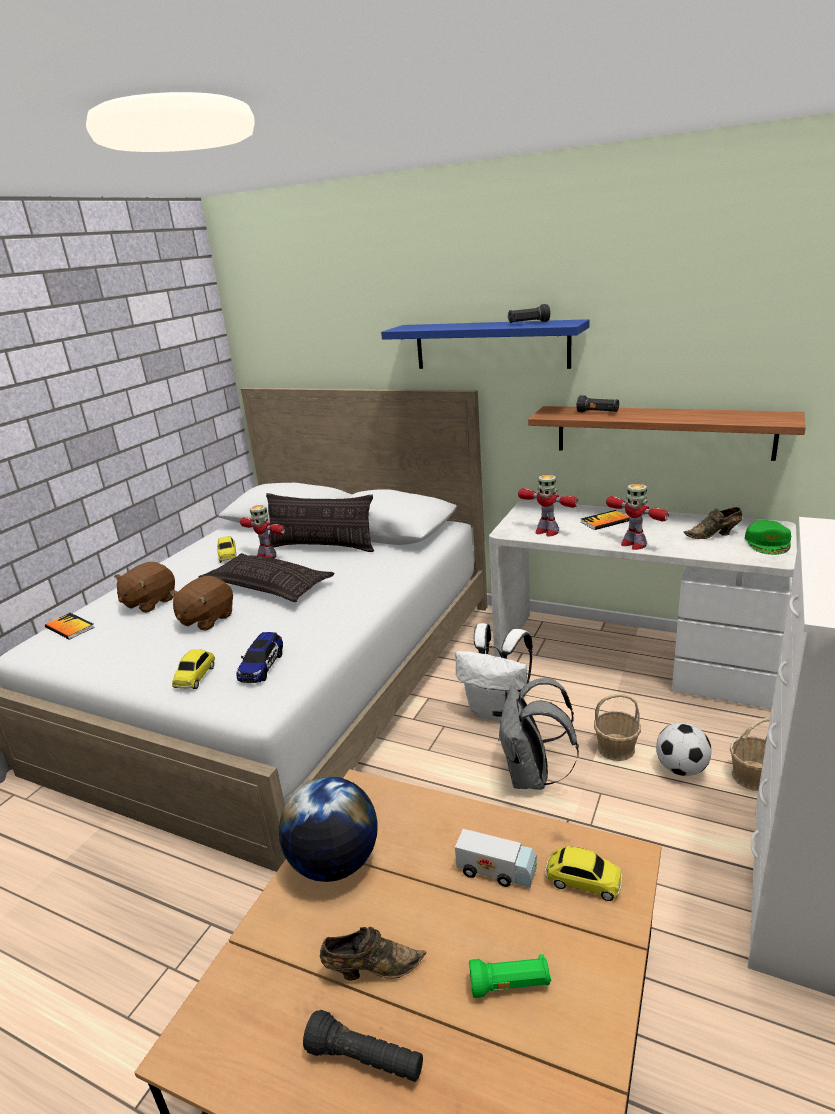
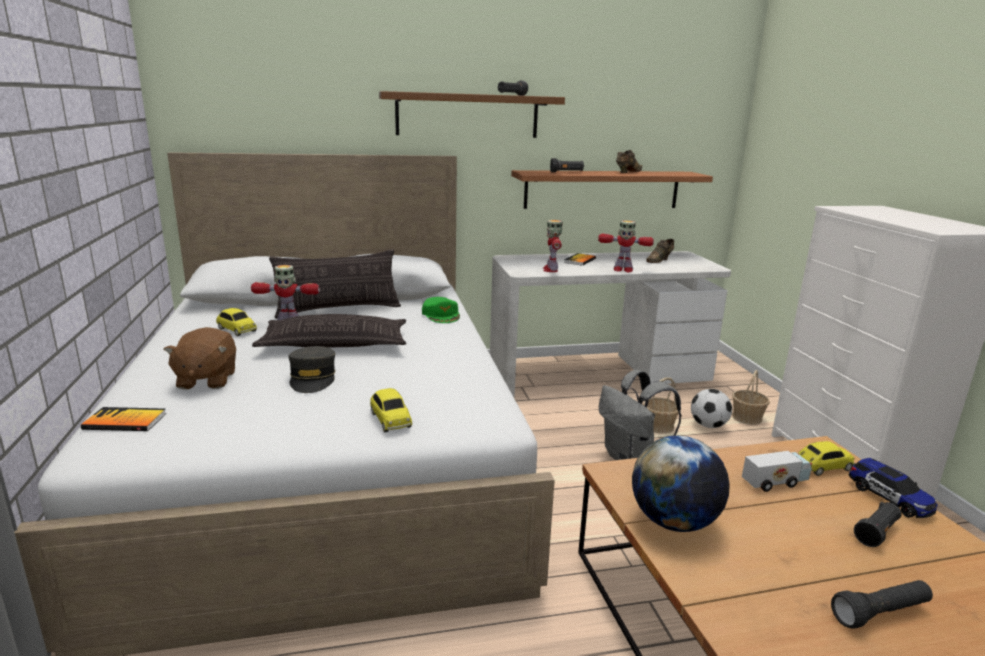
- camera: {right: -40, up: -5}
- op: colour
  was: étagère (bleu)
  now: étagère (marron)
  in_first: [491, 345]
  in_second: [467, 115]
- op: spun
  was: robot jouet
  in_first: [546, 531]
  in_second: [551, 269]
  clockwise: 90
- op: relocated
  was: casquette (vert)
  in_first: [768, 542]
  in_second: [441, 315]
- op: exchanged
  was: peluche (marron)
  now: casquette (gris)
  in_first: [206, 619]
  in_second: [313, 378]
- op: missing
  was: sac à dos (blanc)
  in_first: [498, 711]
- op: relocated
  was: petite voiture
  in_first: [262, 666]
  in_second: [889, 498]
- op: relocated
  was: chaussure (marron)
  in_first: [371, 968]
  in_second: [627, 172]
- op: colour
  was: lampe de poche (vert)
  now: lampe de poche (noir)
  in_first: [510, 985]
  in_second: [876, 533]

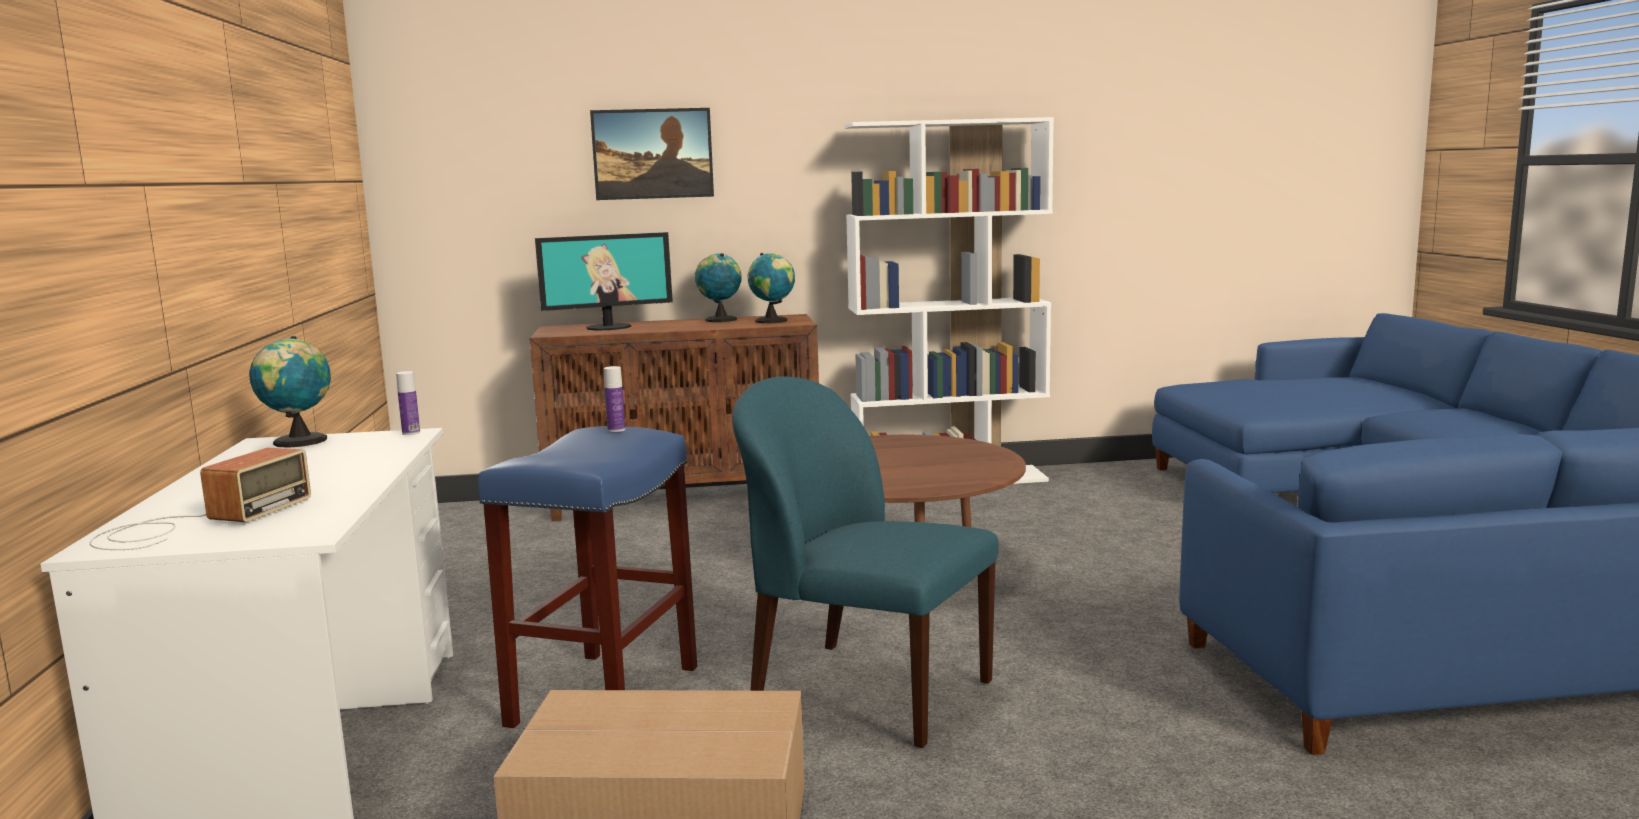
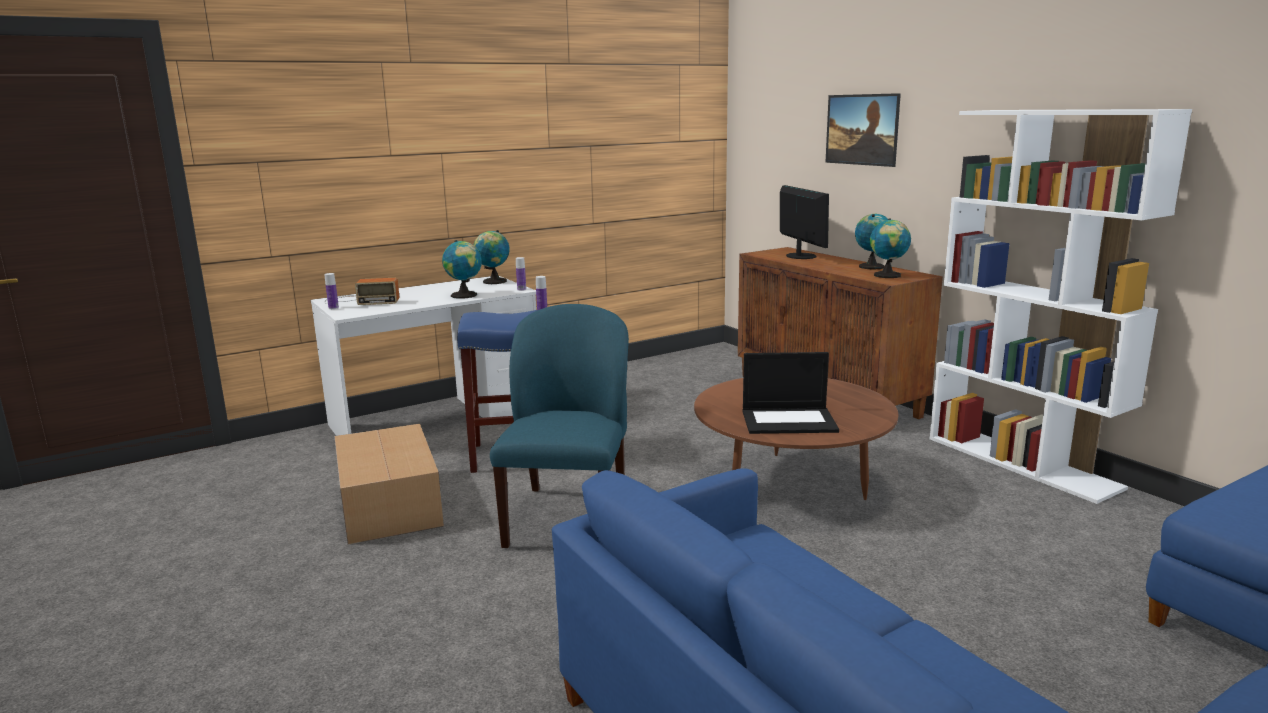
- camera: {right: 65, up: 5}
- op: spun
  was: écran d'ordinateur
  in_first: [608, 327]
  in_second: [800, 256]
  clockwise: -150
- op: appeared
  now: globe
  in_second: [465, 295]
- op: appeared
  now: bouteille
  in_second: [333, 308]
- op: appeared
  now: ordinateur portable
  in_second: [789, 421]

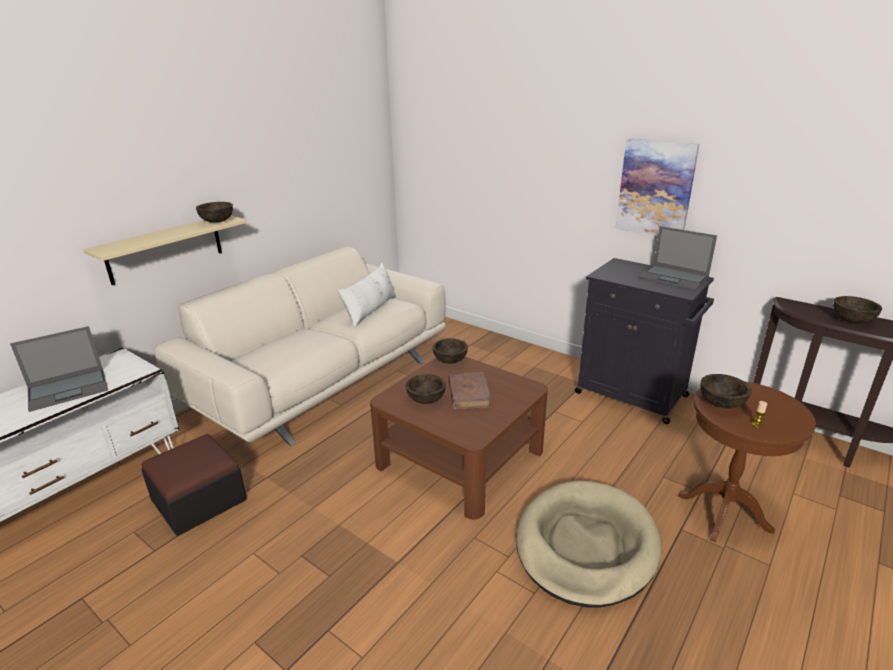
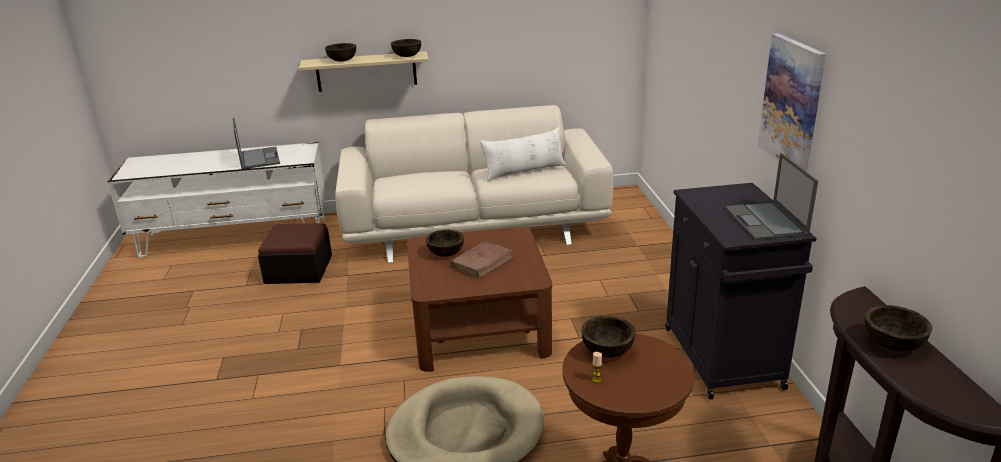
- camera: {right: 45, up: 0}
- op: spun
  was: ordinateur portable
  in_first: [69, 389]
  in_second: [259, 158]
  clockwise: -120
- op: relocated
  was: bol (marron)
  in_first: [450, 360]
  in_second: [342, 60]

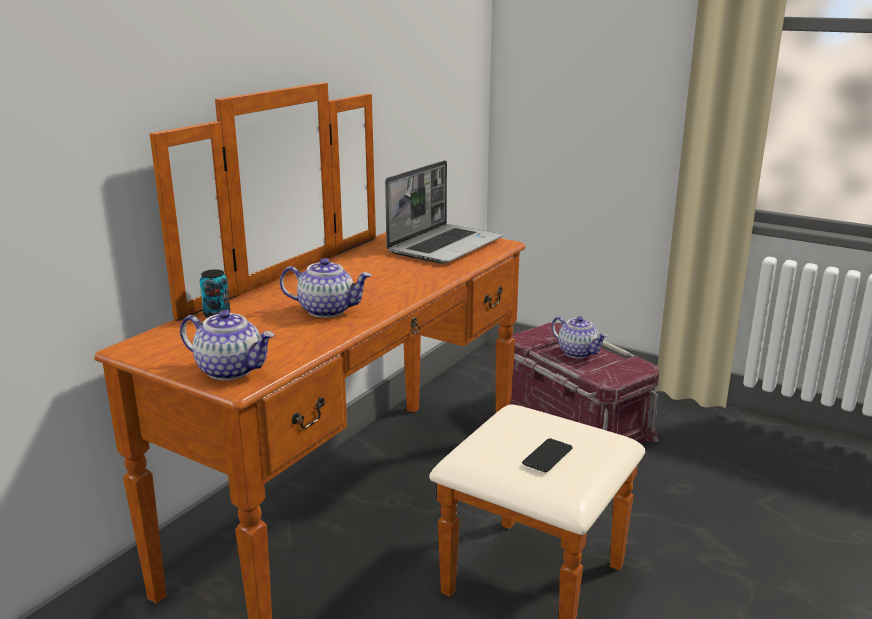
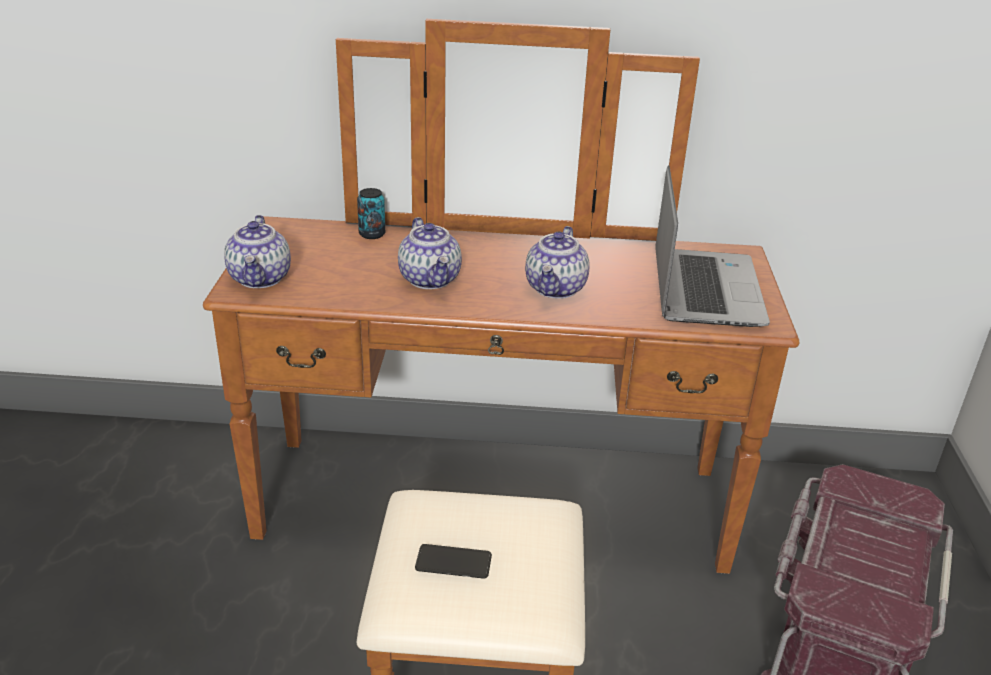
- camera: {right: 60, up: 10}
- op: spun
  was: ordinateur portable
  in_first: [445, 245]
  in_second: [703, 289]
  clockwise: -90
- op: relocated
  was: théière
  in_first: [578, 352]
  in_second: [556, 289]

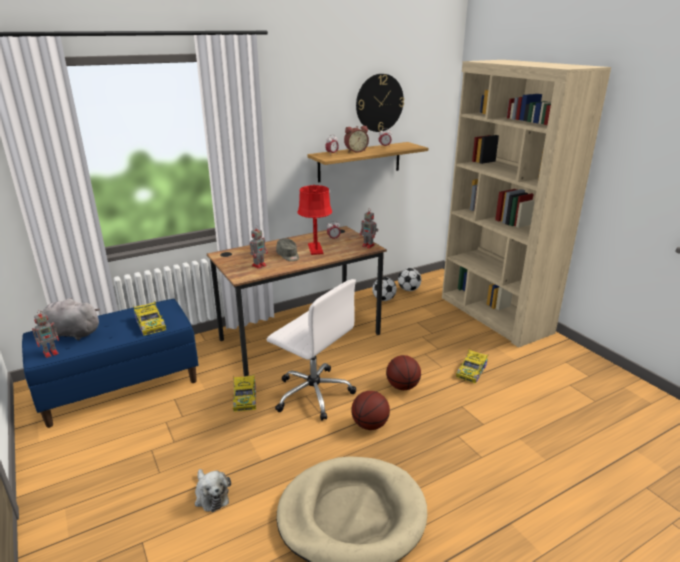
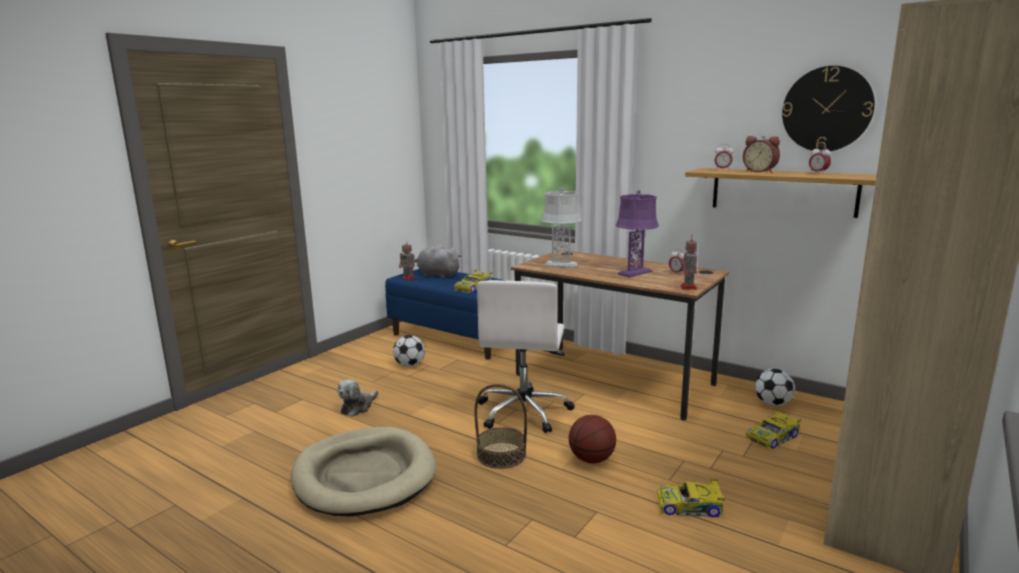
- camera: {right: 65, up: -10}
- op: colour
  was: lampe de table (rouge)
  now: lampe de table (violet)
  in_first: [315, 249]
  in_second: [635, 273]
- op: exchanged
  was: robot jouet
  now: lampe de table (gris)
  in_first: [259, 265]
  in_second: [561, 265]
- op: missing
  was: casquette (gris)
  in_first: [288, 256]
- op: relocated
  was: ballon de foot
  in_first: [408, 290]
  in_second: [410, 365]
- op: spun
  was: peluche (gris)
  in_first: [71, 333]
  in_second: [437, 275]
  clockwise: -45
- op: relocated
  was: petite voiture
  in_first: [245, 398]
  in_second: [773, 437]
- op: exchanged
  was: ballon de basket
  now: panier
  in_first: [370, 425]
  in_second: [501, 455]

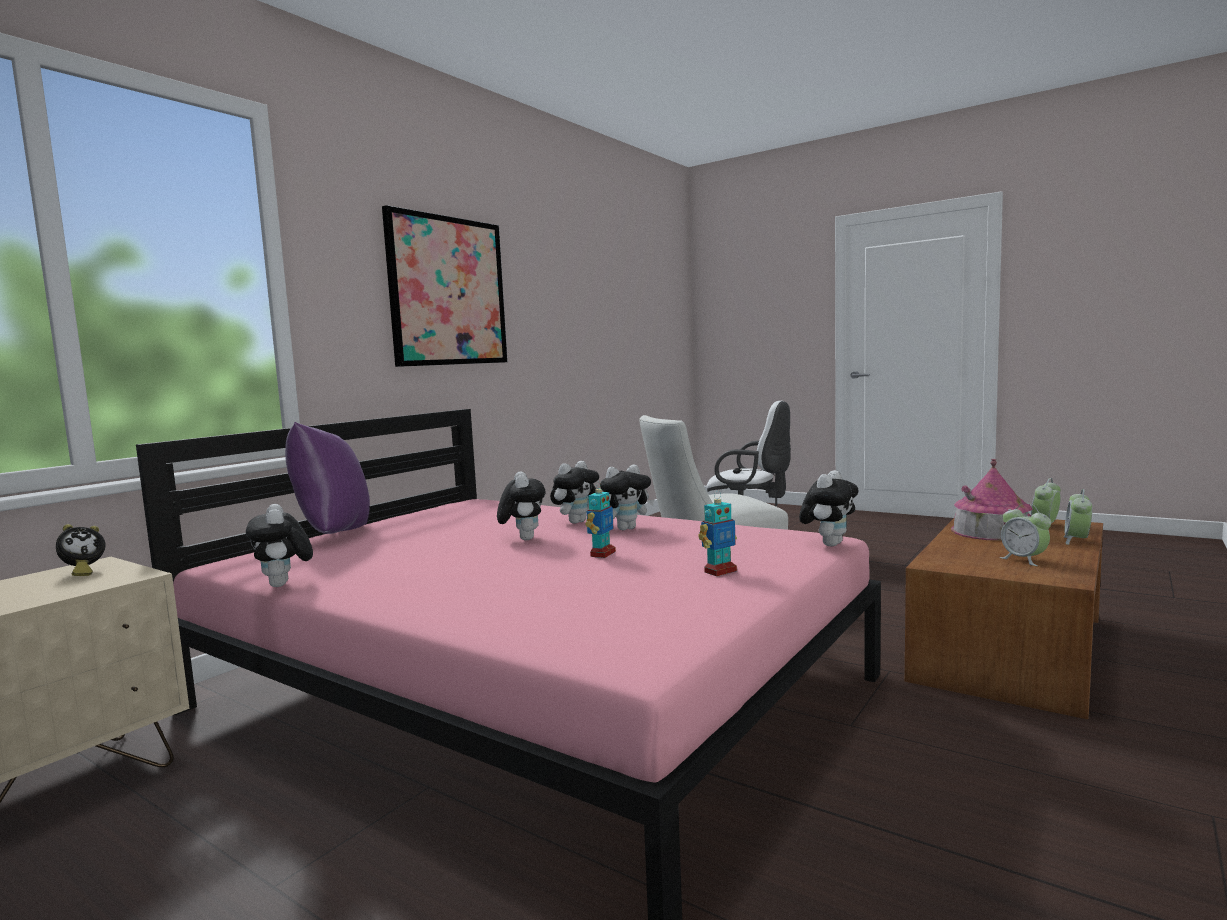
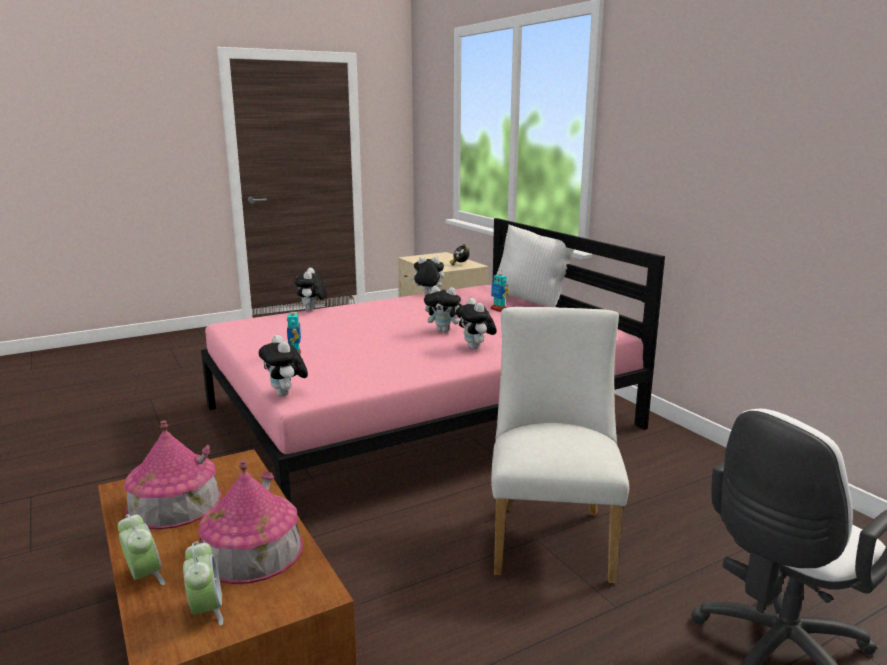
- camera: {right: 115, up: 10}
- op: missing
  was: tableau
  in_first: [448, 291]
- op: colour
  was: coussin (violet)
  now: coussin (blanc)
  in_first: [332, 534]
  in_second: [532, 301]
- op: relocated
  was: peluche
  in_first: [626, 528]
  in_second: [312, 310]
- op: relocated
  was: robot jouet
  in_first: [602, 554]
  in_second: [498, 309]
- op: exchanged
  was: réveil
  now: maison miniature
  in_first: [1024, 560]
  in_second: [174, 503]

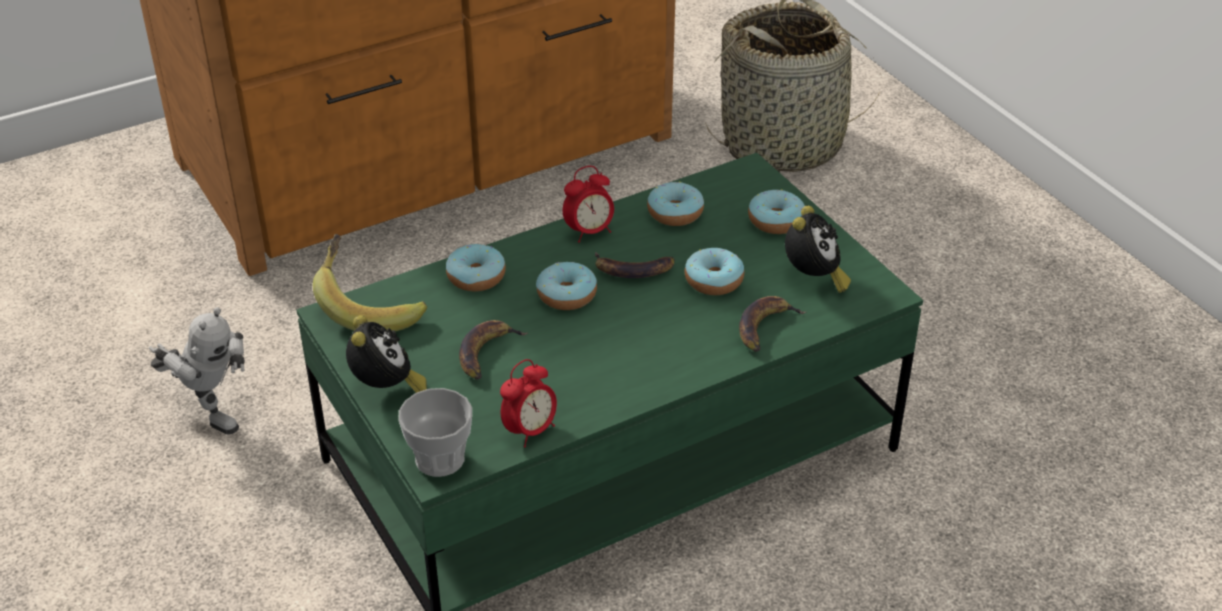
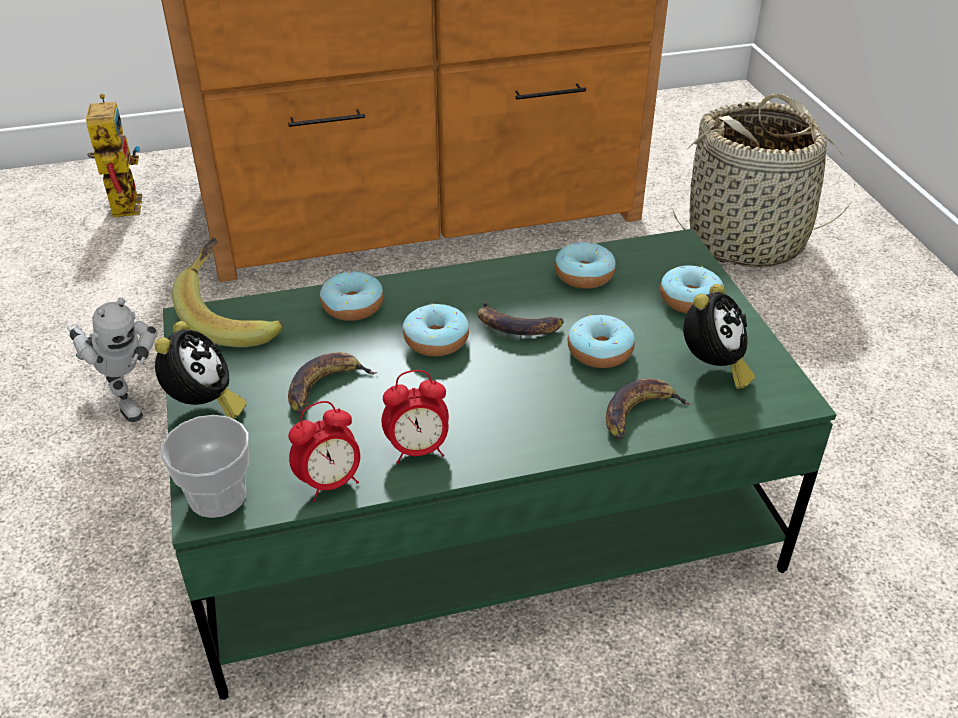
- camera: {right: 15, up: 0}
- op: relocated
  was: réveil
  in_first: [589, 232]
  in_second: [418, 450]
- op: appeared
  now: robot jouet
  in_second: [123, 201]

